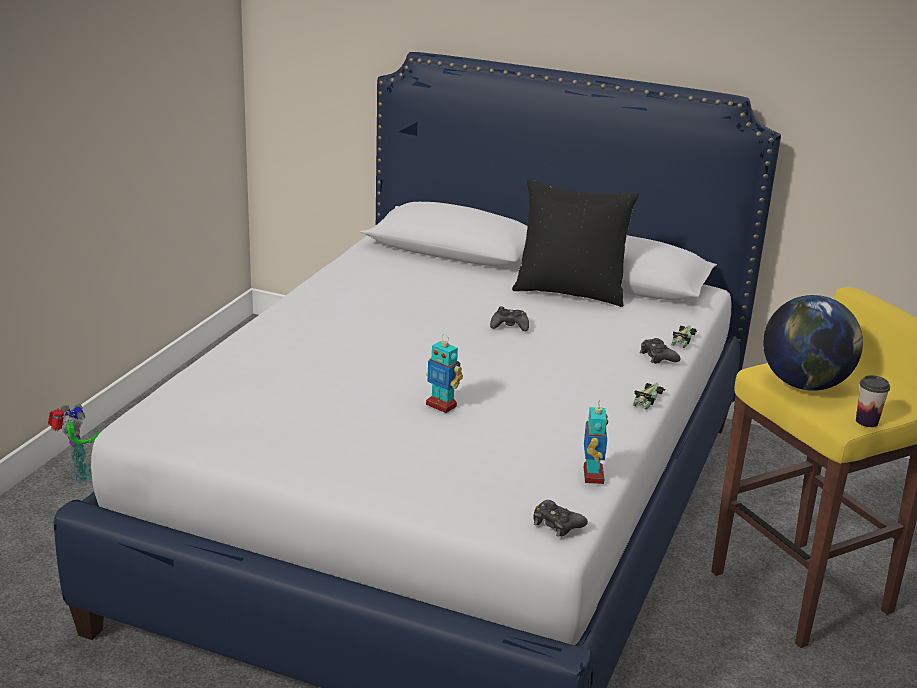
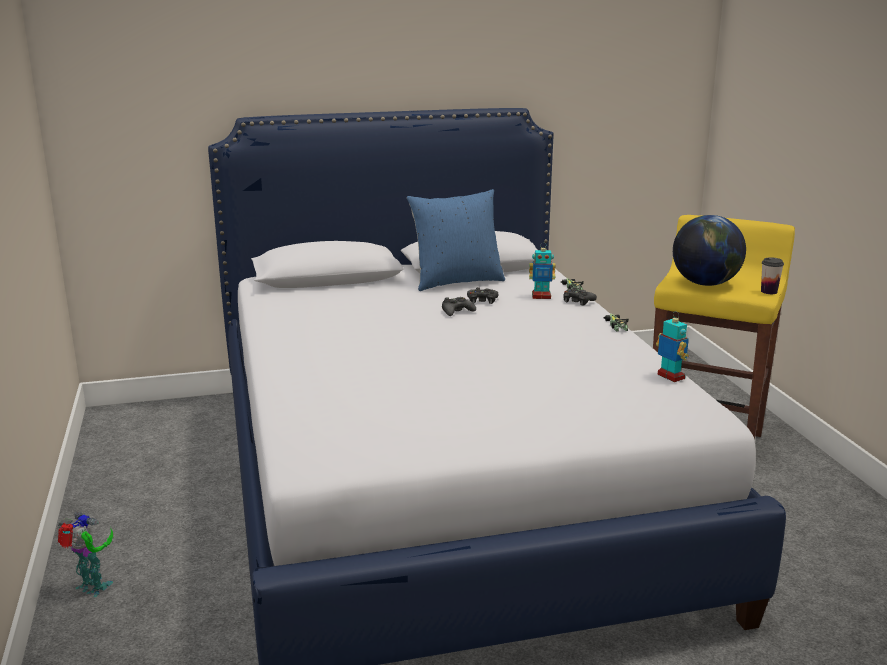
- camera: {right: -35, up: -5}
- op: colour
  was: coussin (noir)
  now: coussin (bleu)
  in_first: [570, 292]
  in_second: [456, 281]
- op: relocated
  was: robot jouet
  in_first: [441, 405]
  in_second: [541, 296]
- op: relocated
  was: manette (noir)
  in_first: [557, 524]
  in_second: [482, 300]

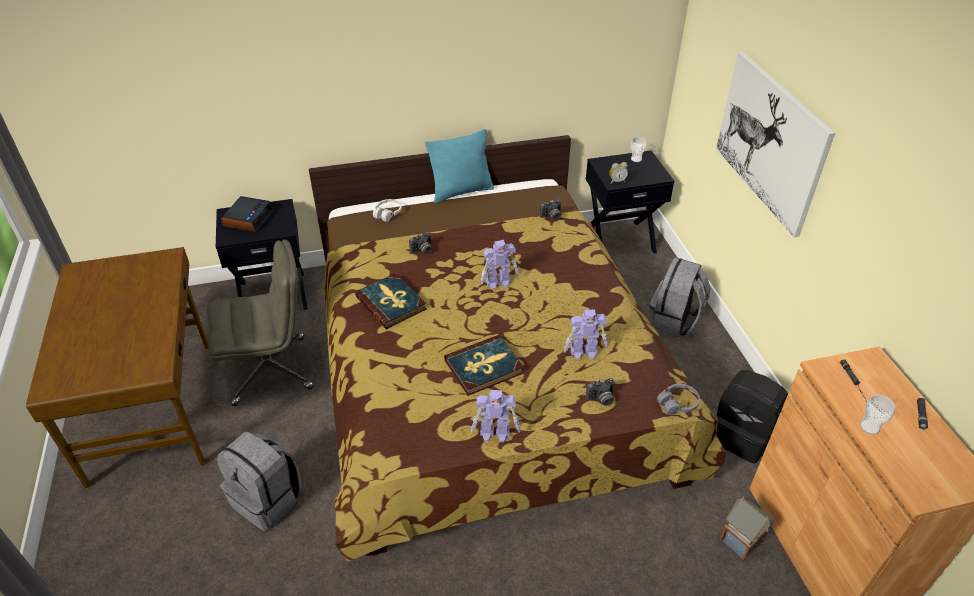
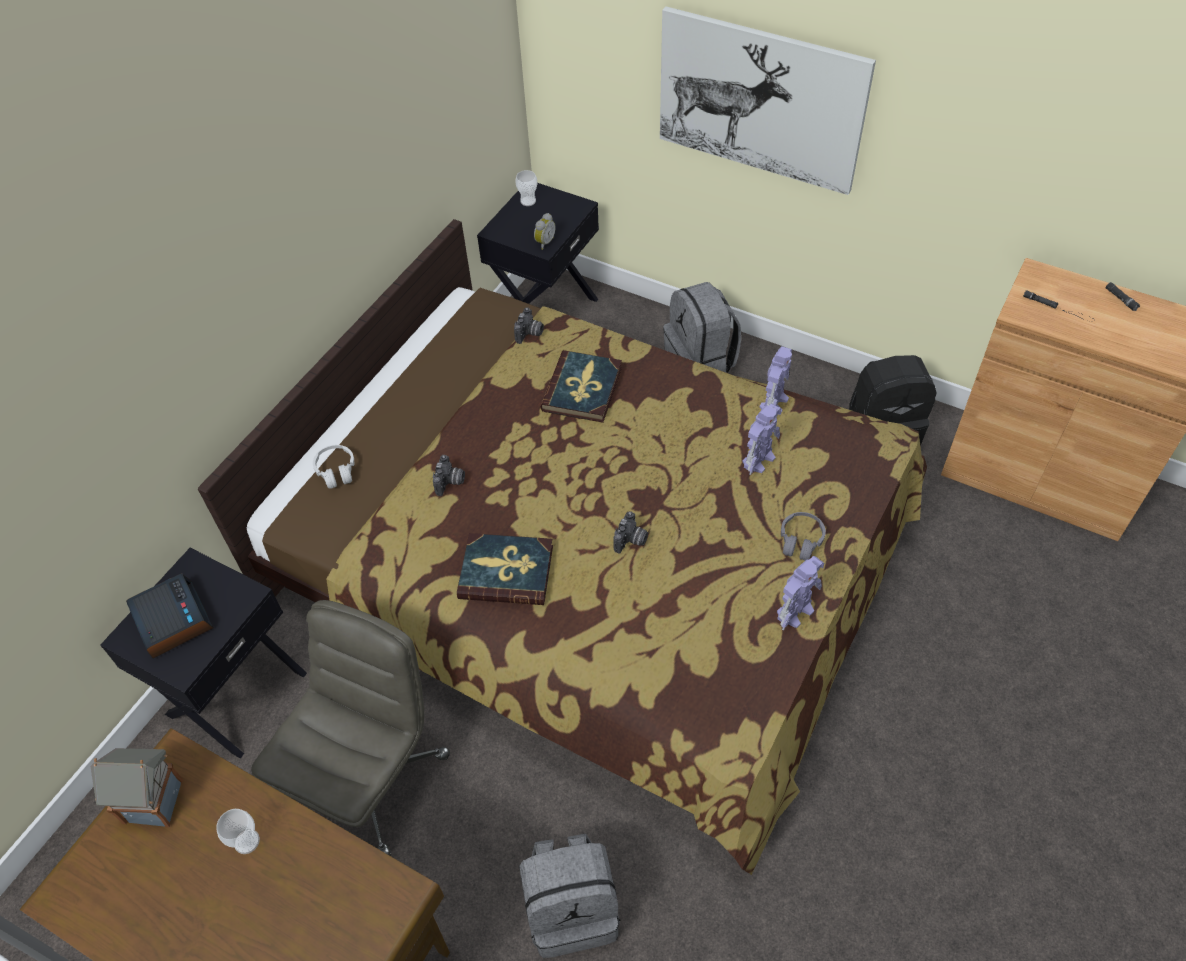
- camera: {right: -45, up: 10}
- op: missing
  was: coussin (turquoise)
  in_first: [461, 191]
- op: relocated
  was: robot jouet
  in_first: [499, 282]
  in_second: [774, 402]
- op: relocated
  was: livre
  in_first: [484, 367]
  in_second: [583, 389]
- op: relocated
  was: appareil photo
  in_first: [601, 399]
  in_second: [631, 541]
- op: relocated
  was: casque audio (gris)
  in_first: [677, 404]
  in_second: [800, 541]
- op: relocated
  was: tasse
  in_first: [869, 427]
  in_second: [247, 841]
- op: relocated
  was: maison miniature
  in_first: [741, 541]
  in_second: [155, 801]

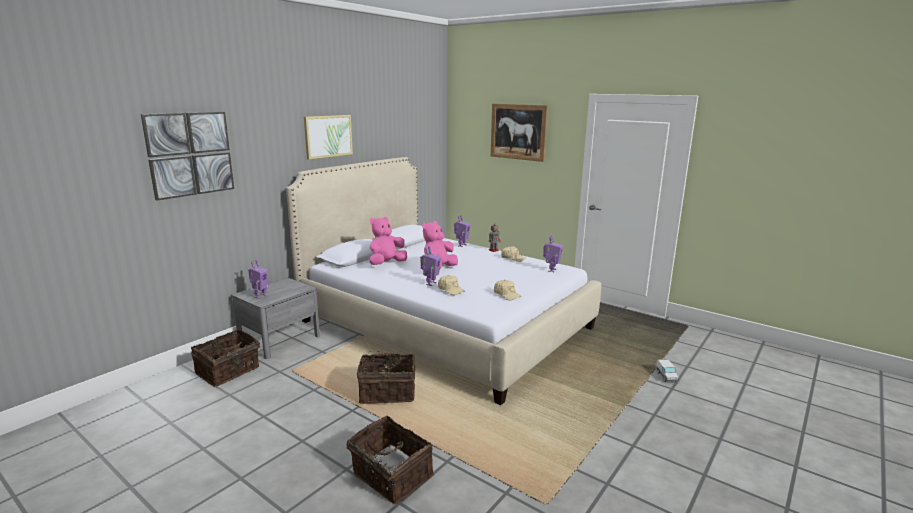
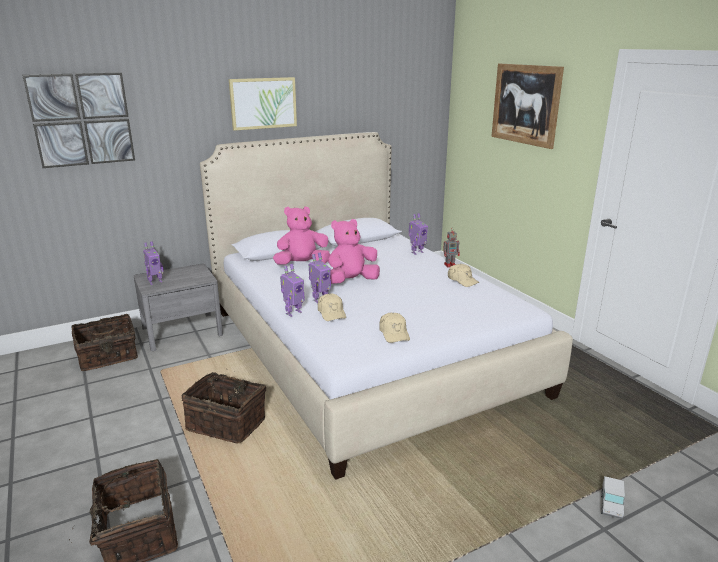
- camera: {right: 25, up: 5}
- op: relocated
  was: robot jouet
  in_first: [551, 270]
  in_second: [293, 312]

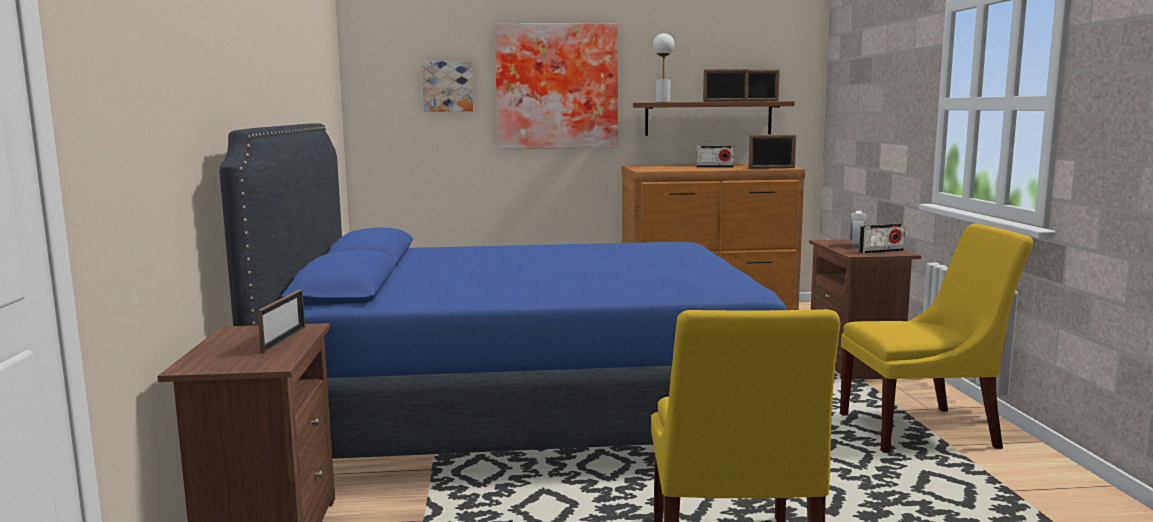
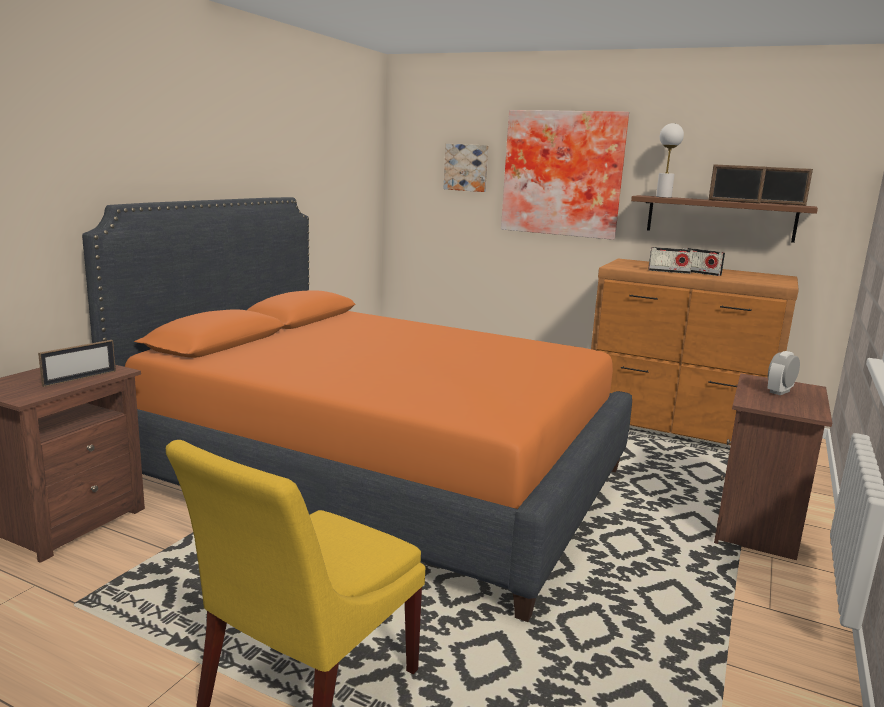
- camera: {right: 30, up: 5}
- op: colour
  was: lit (bleu)
  now: lit (orange)
  in_first: [530, 408]
  in_second: [379, 476]
- op: missing
  was: cadre photo
  in_first: [771, 168]
- op: missing
  was: chaise (jaune)
  in_first: [924, 430]
- op: relocated
  was: radio
  in_first: [881, 251]
  in_second: [669, 271]

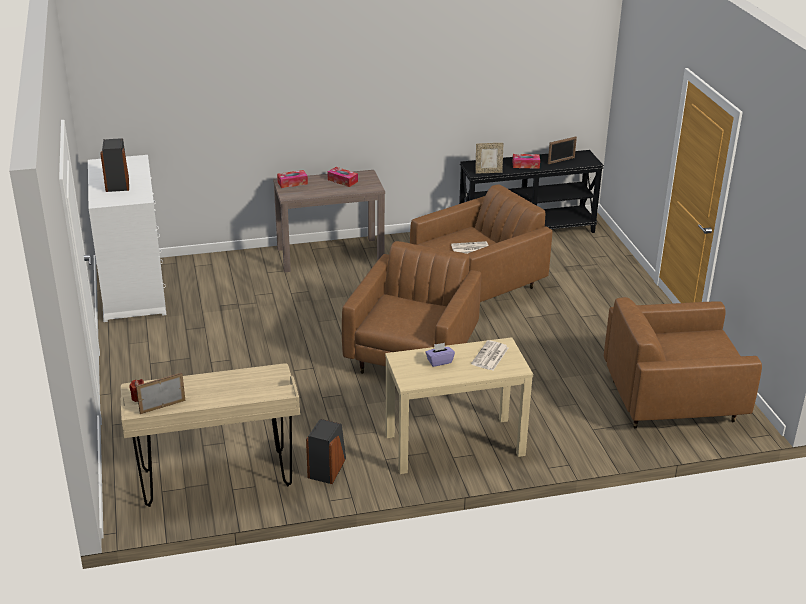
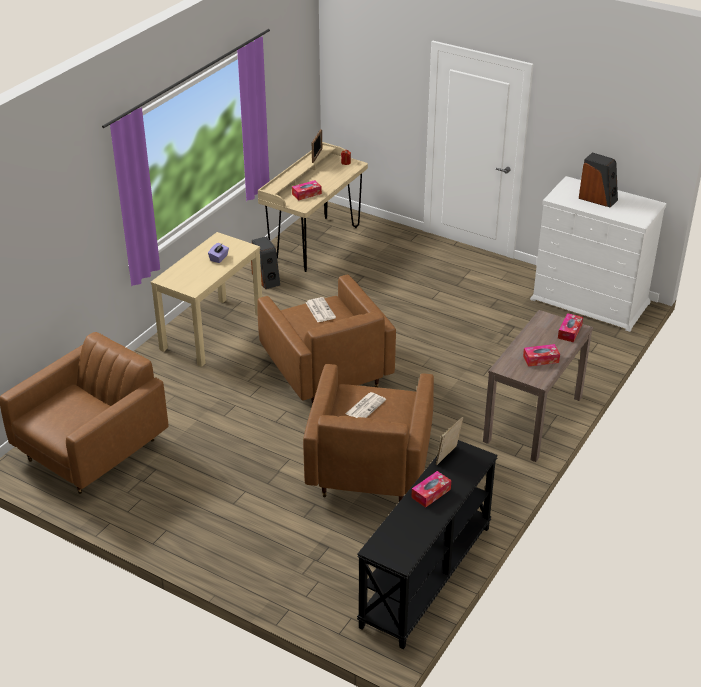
- camera: {right: 135, up: 5}
- op: missing
  was: cadre photo
  in_first: [561, 161]
- op: relocated
  was: journal
  in_first: [490, 356]
  in_second: [320, 310]
- op: appeared
  now: boîte à mouchoirs
  in_second: [306, 194]

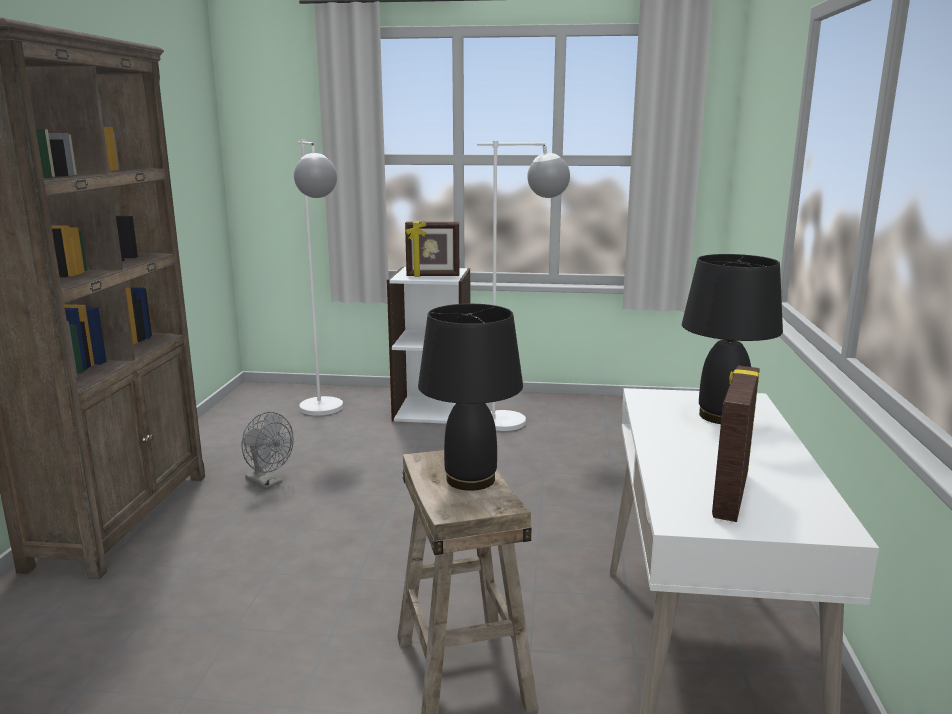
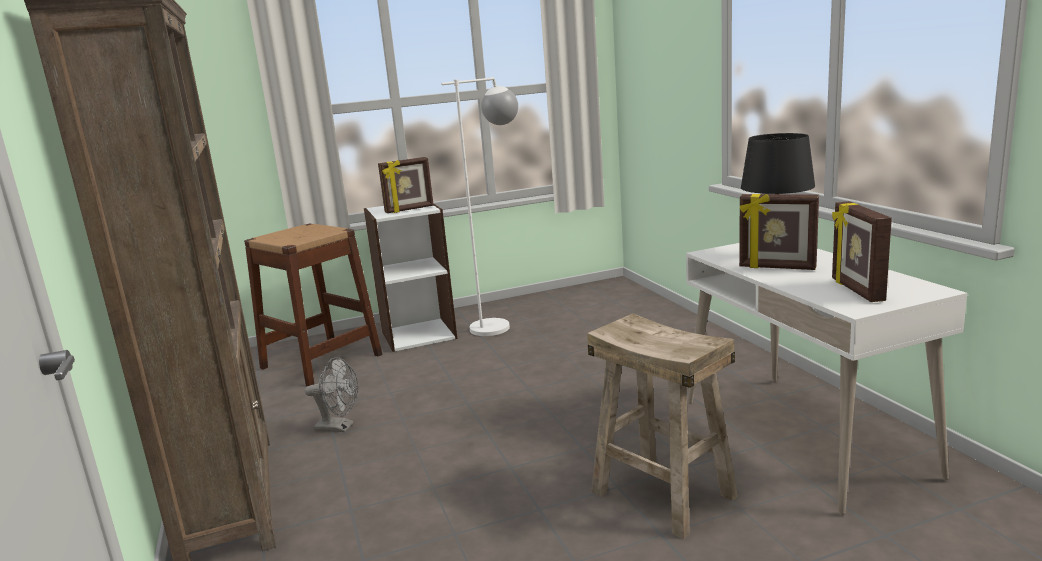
- camera: {right: -25, up: 0}
- op: exchanged
  was: lampadaire (blanc)
  now: tabouret (marron)
  in_first: [325, 413]
  in_second: [321, 361]
- op: missing
  was: lampe de table (noir)
  in_first: [471, 480]
- op: appeared
  now: cadre photo
  in_second: [777, 268]

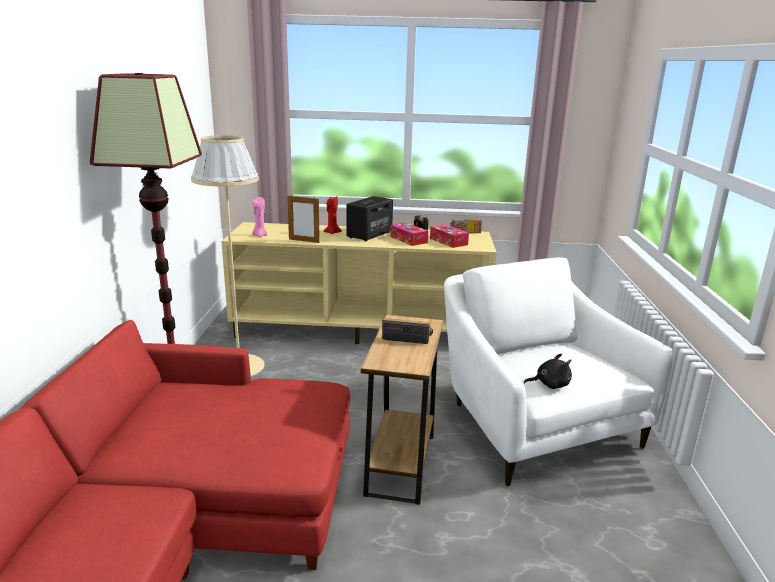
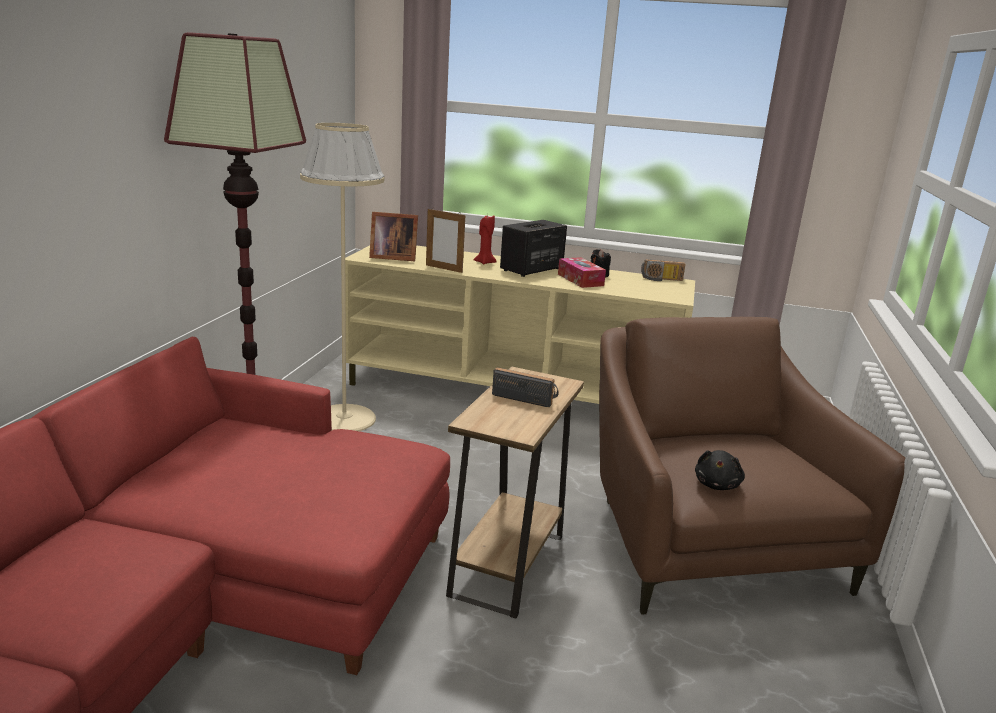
- camera: {right: 10, up: 0}
- op: exchanged
  was: bougie (rose)
  now: cadre photo
  in_first: [259, 235]
  in_second: [392, 257]
- op: missing
  was: boîte à mouchoirs
  in_first: [448, 241]
- op: colour
  was: fauteuil (blanc)
  now: fauteuil (marron)
  in_first: [532, 424]
  in_second: [703, 541]
- op: spun
  was: peluche (noir)
  in_first: [550, 384]
  in_second: [717, 485]
  clockwise: 105

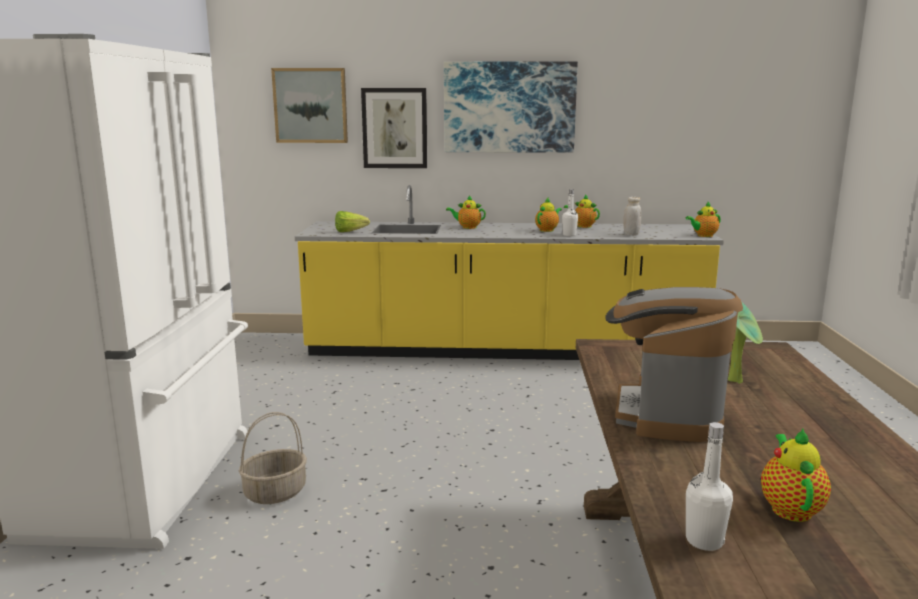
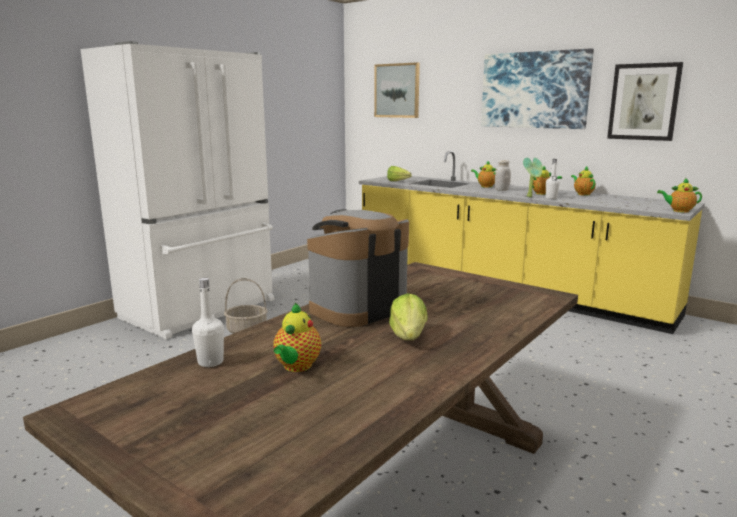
- camera: {right: 35, up: 0}
- op: relocated
  was: tableau
  in_first: [395, 128]
  in_second: [644, 102]
- op: relocated
  was: bocal (blanc)
  in_first: [631, 234]
  in_second: [501, 190]
- op: relocated
  was: plante en pot
  in_first: [738, 381]
  in_second: [531, 196]
- op: spun
  was: théière
  in_first: [790, 508]
  in_second: [296, 367]
  clockwise: 150
- op: appeared
  now: laitue
  in_second: [408, 337]

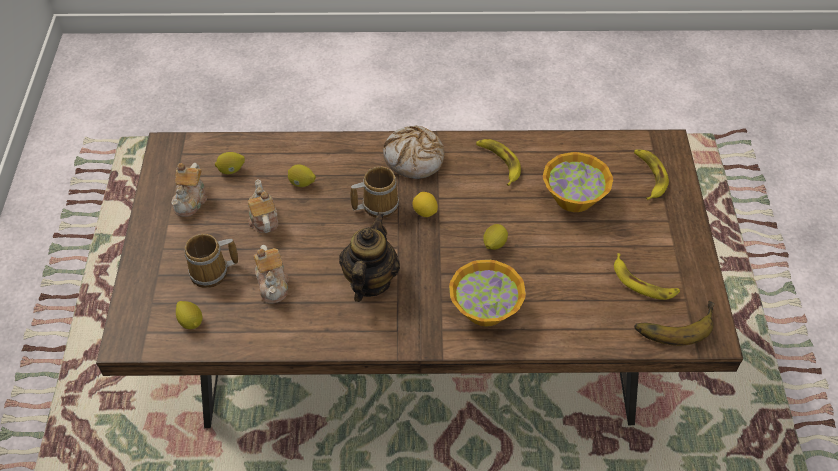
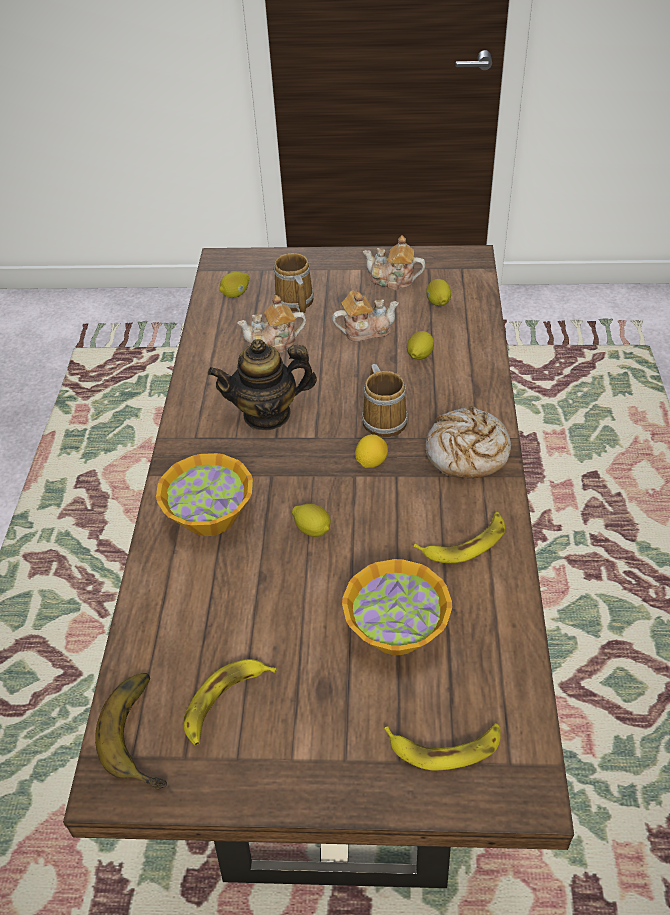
- camera: {right: 95, up: -5}
- op: spun
  was: théière
  in_first: [369, 281]
  in_second: [267, 414]
  clockwise: 150

